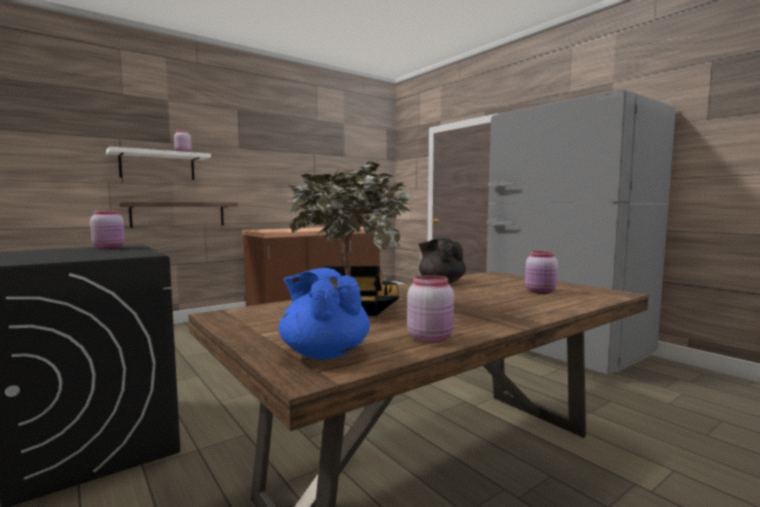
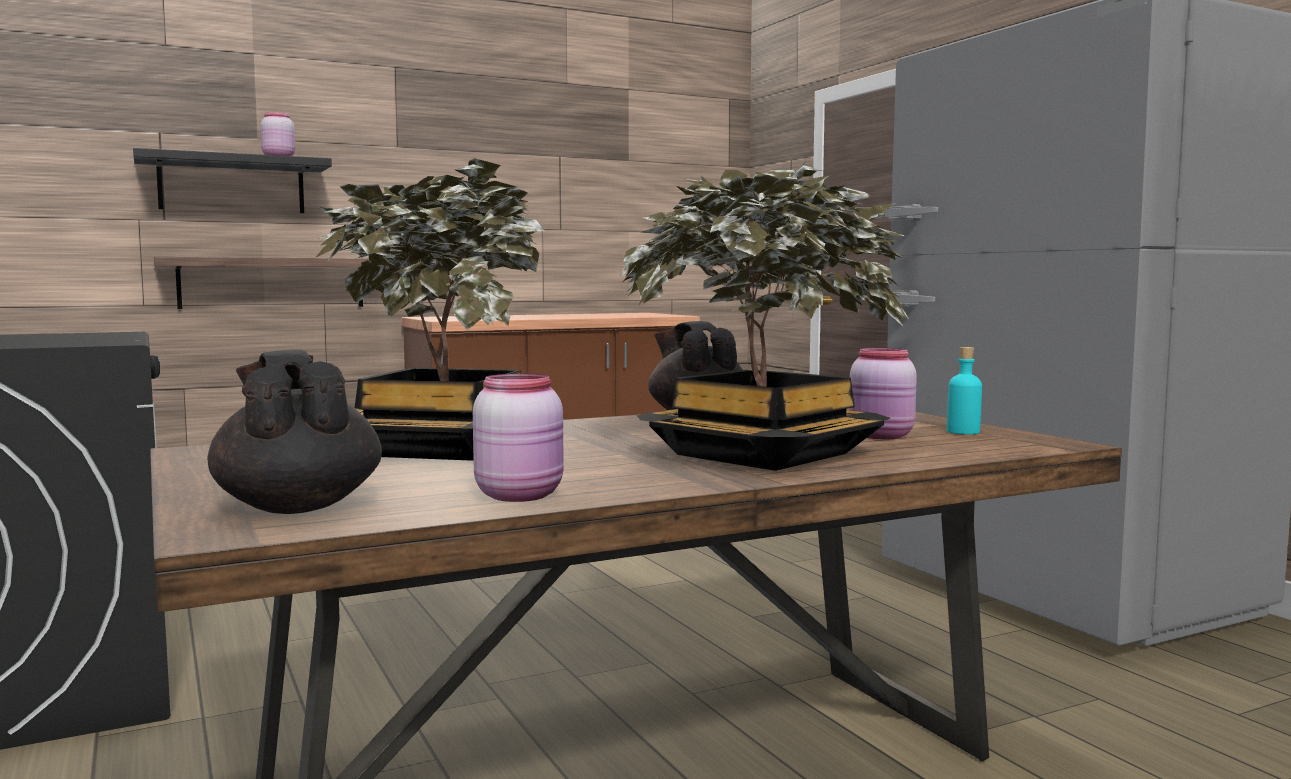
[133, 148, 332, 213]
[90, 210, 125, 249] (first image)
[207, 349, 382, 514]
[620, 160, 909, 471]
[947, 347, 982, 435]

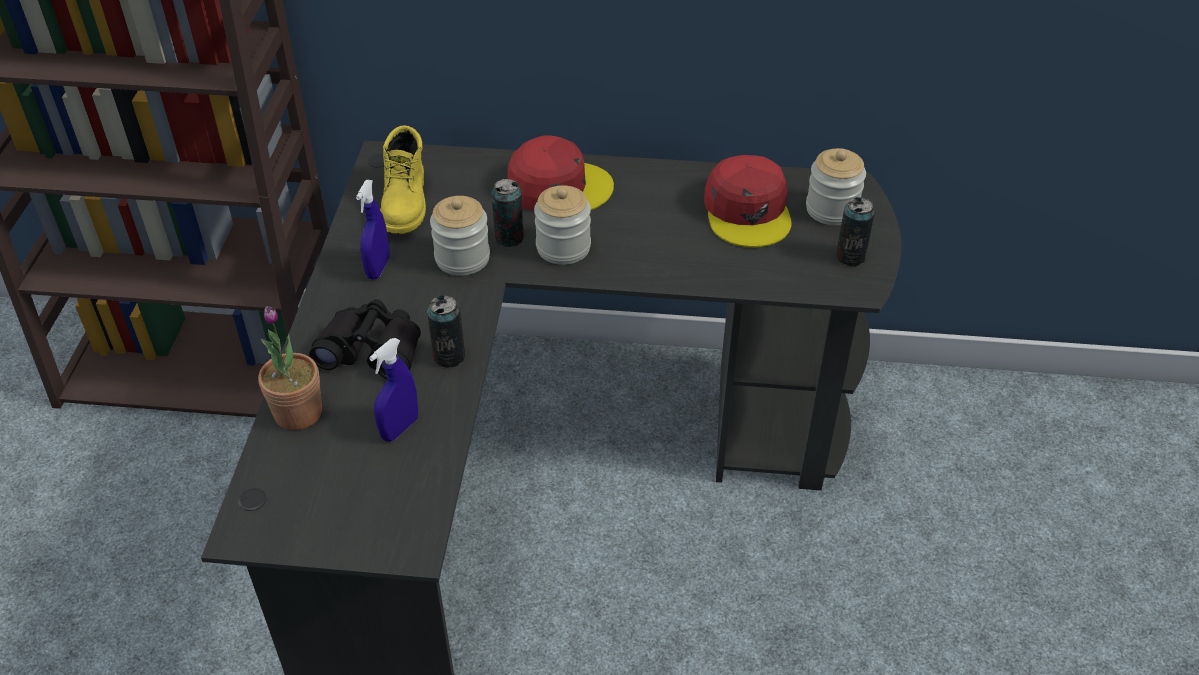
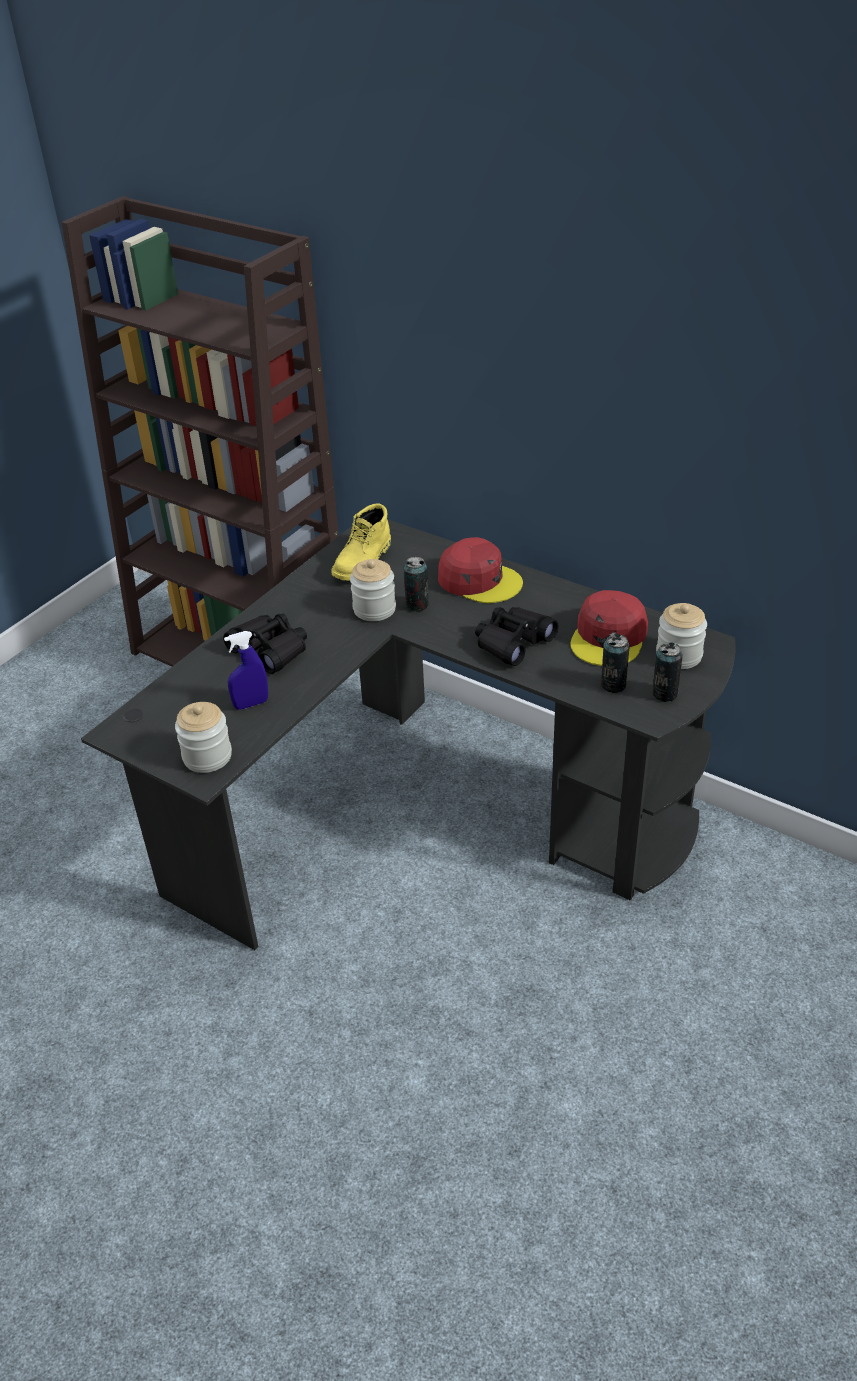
[356, 180, 390, 279] (first image)
[175, 702, 232, 773]
[601, 634, 630, 693]
[258, 306, 322, 430] (first image)
[475, 607, 558, 666]

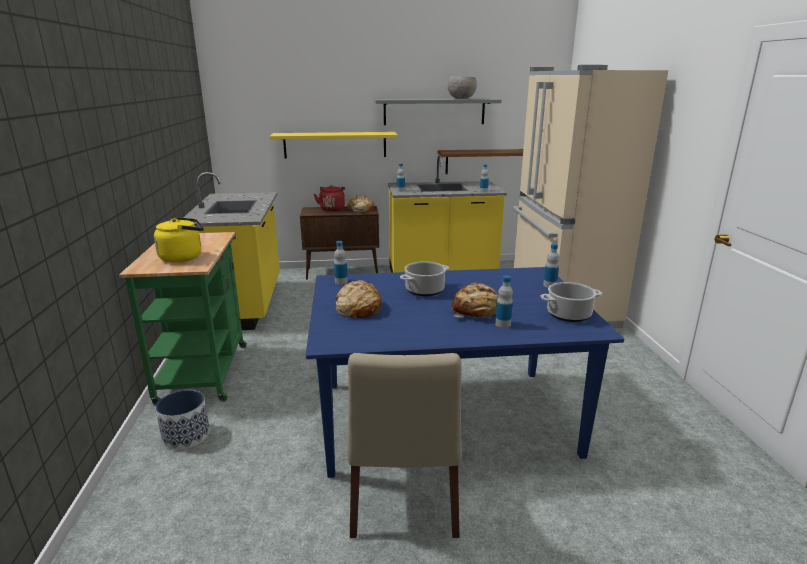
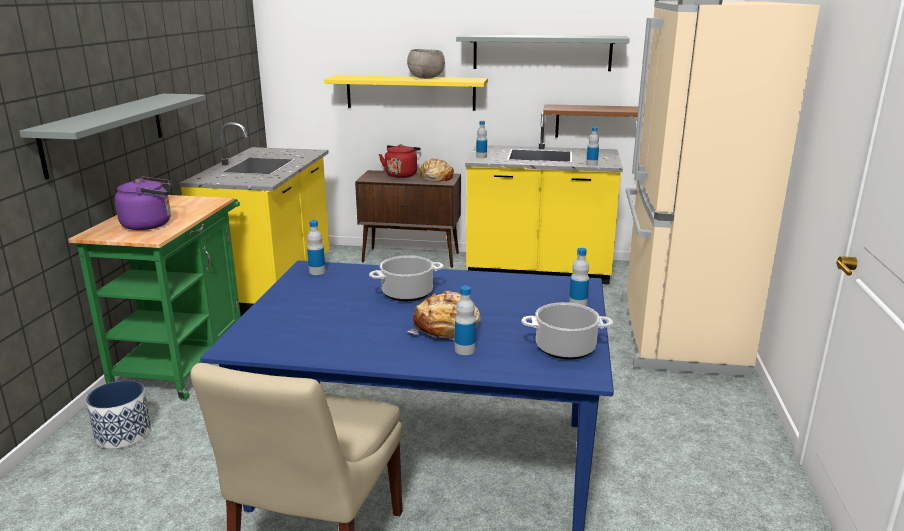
[407, 49, 445, 79]
[115, 176, 172, 230]
[336, 280, 381, 318] (first image)
[19, 94, 206, 179]

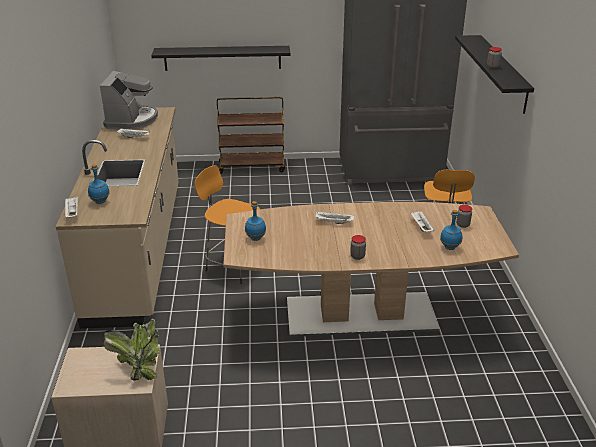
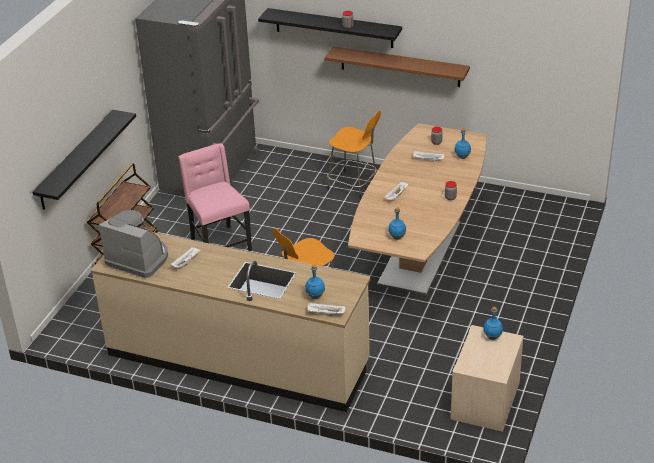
[483, 307, 503, 340]
[324, 46, 470, 87]
[178, 143, 252, 251]

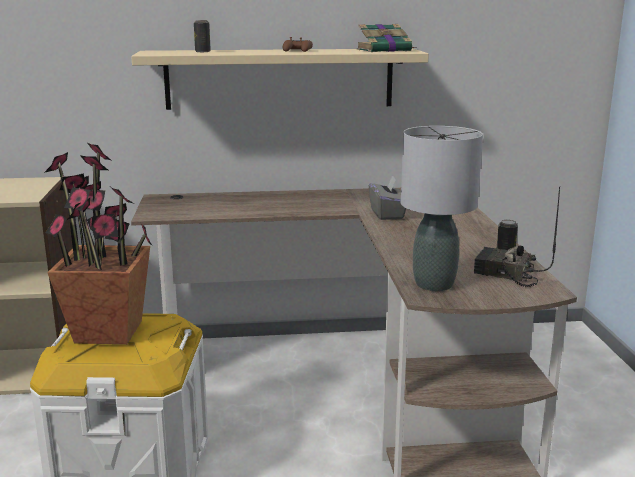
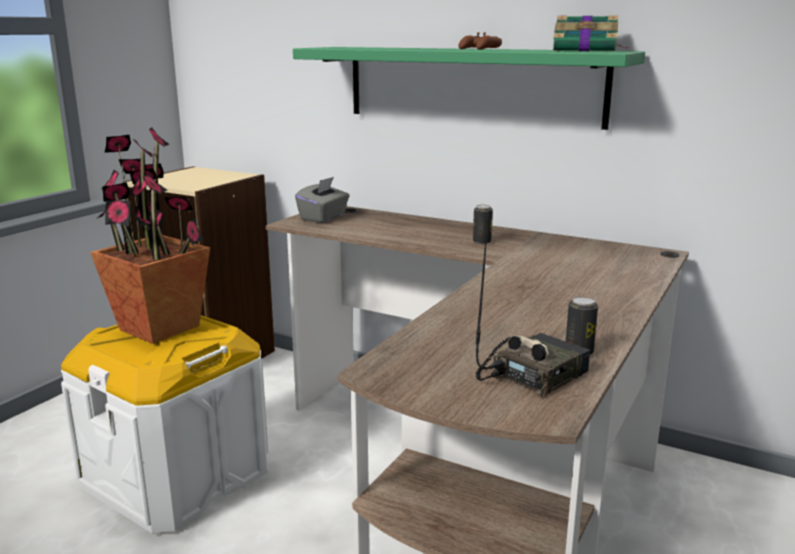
[473, 205, 493, 244]
[293, 47, 645, 130]
[401, 126, 483, 291] (first image)
[295, 177, 350, 223]
[476, 242, 590, 397]

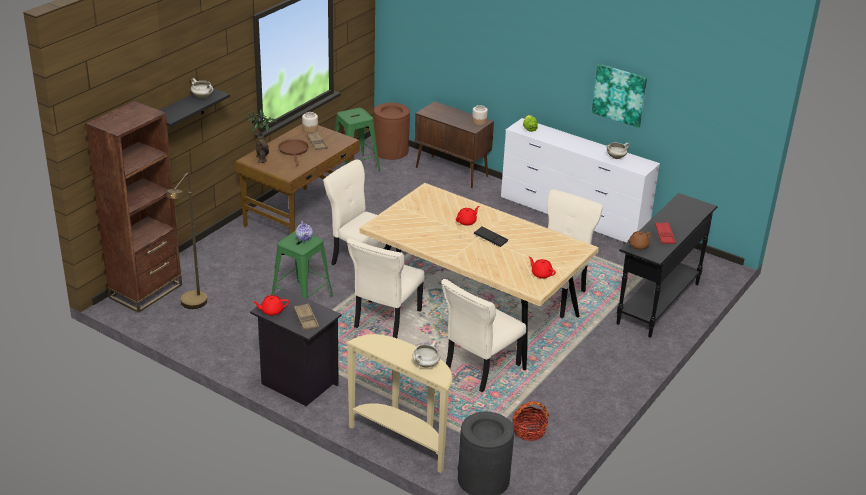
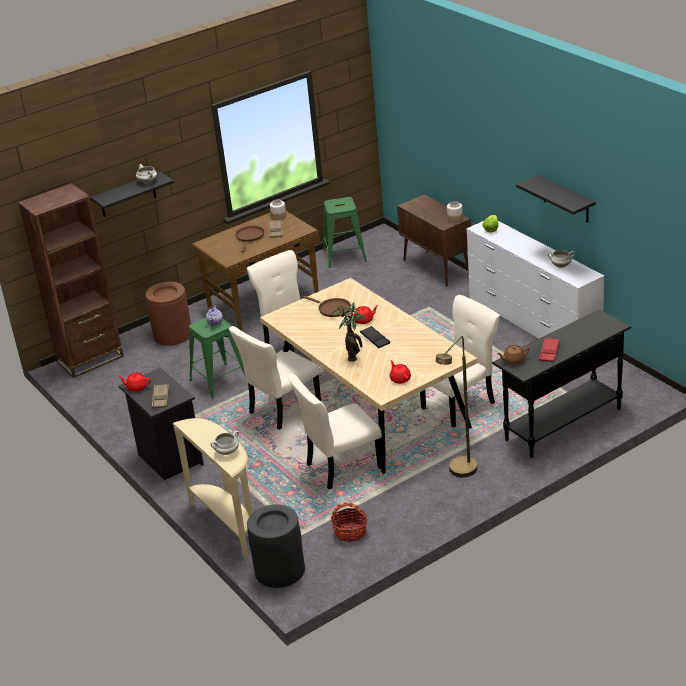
[516, 175, 596, 223]
[145, 282, 191, 346]
[332, 302, 365, 362]
[436, 336, 477, 477]
[303, 296, 351, 317]

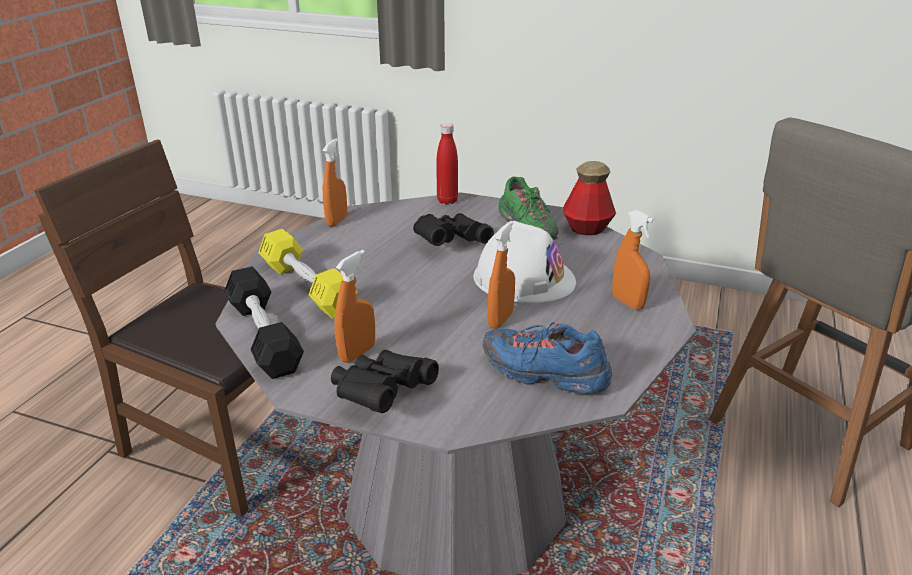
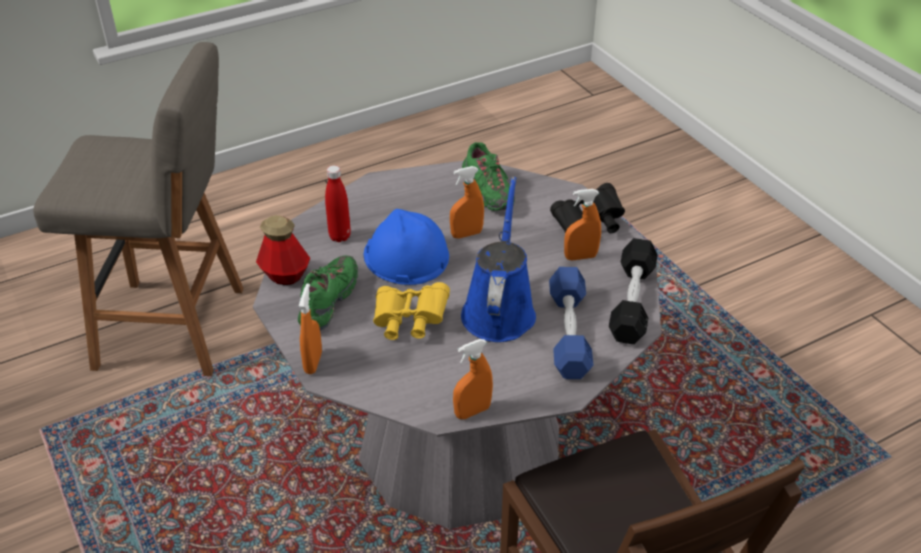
[325, 165, 351, 242]
[299, 283, 322, 374]
[373, 282, 450, 340]
[364, 209, 449, 285]
[549, 267, 593, 379]
[462, 142, 515, 211]
[461, 177, 536, 342]

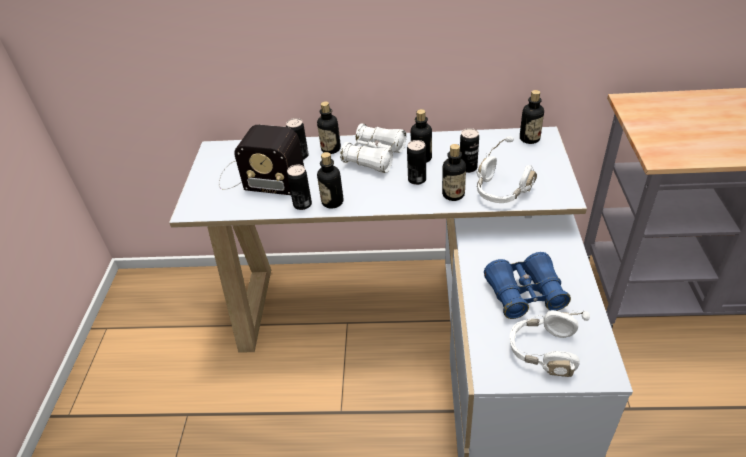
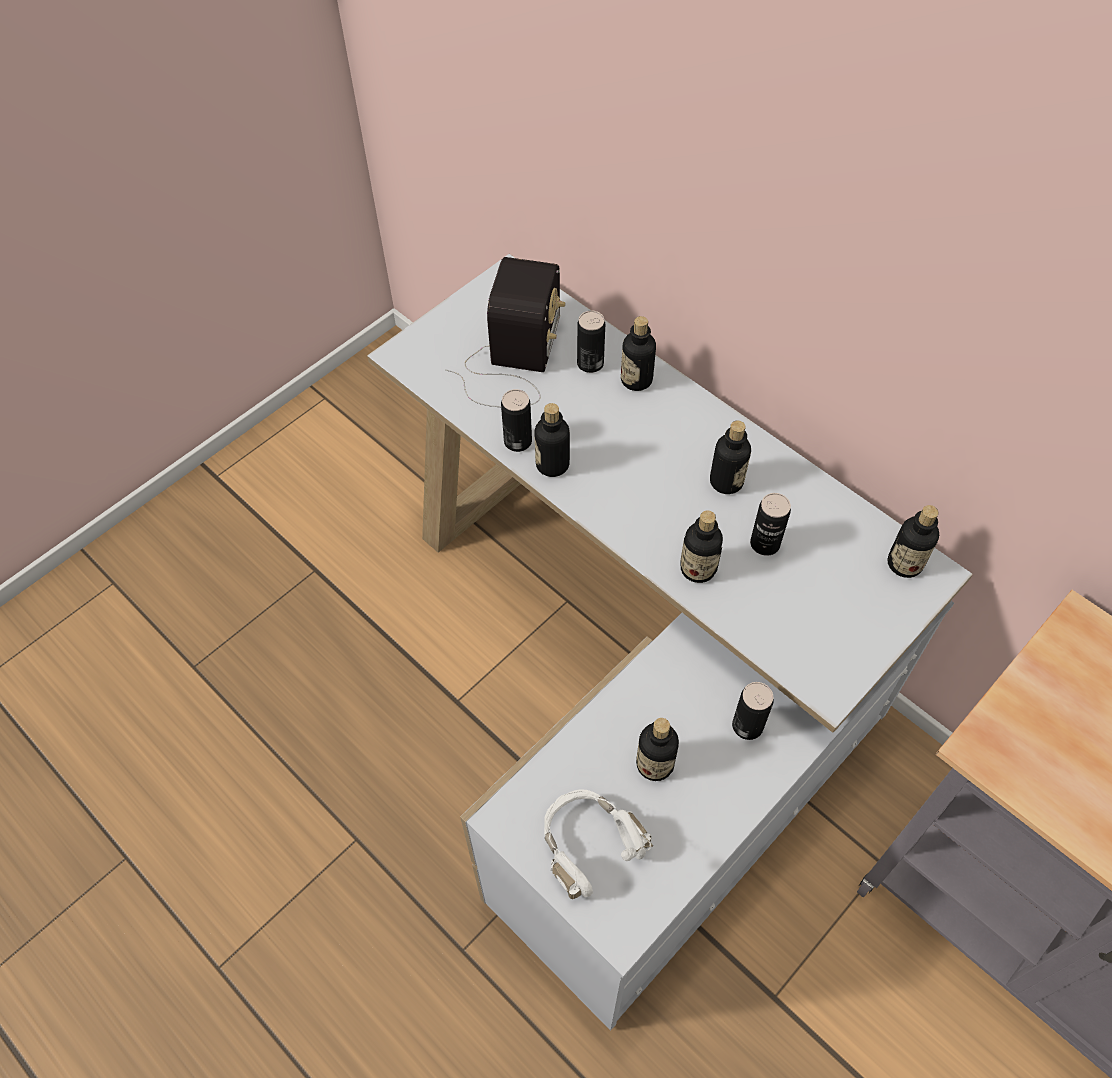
[340, 123, 406, 173] (first image)
[445, 257, 566, 407]
[476, 136, 537, 203] (first image)
[732, 682, 774, 740]
[636, 718, 679, 781]

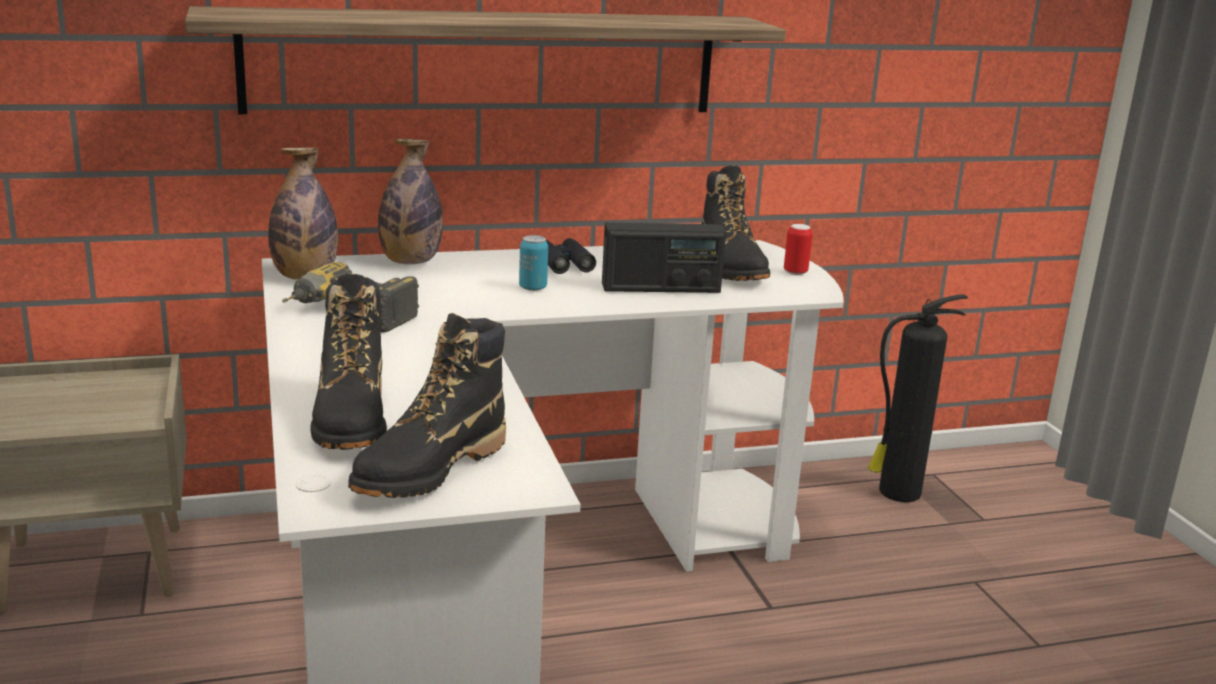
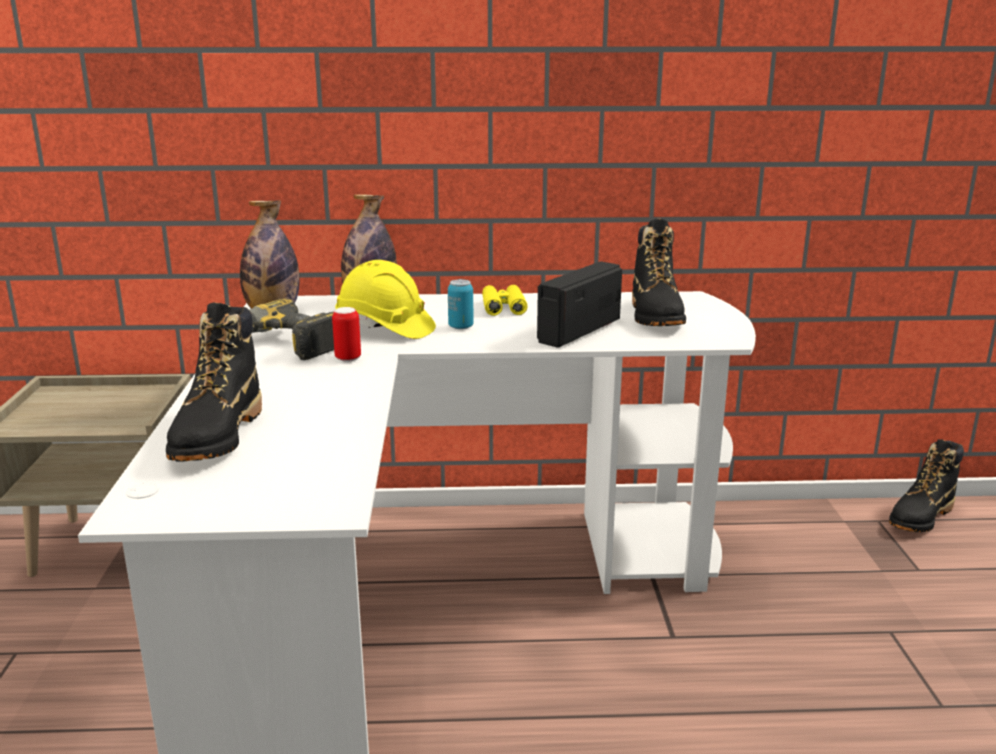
[185, 6, 786, 114] (first image)
[537, 261, 622, 348]
[332, 307, 361, 362]
[482, 285, 528, 316]
[868, 294, 968, 502] (first image)
[889, 439, 964, 532]
[335, 260, 436, 339]

